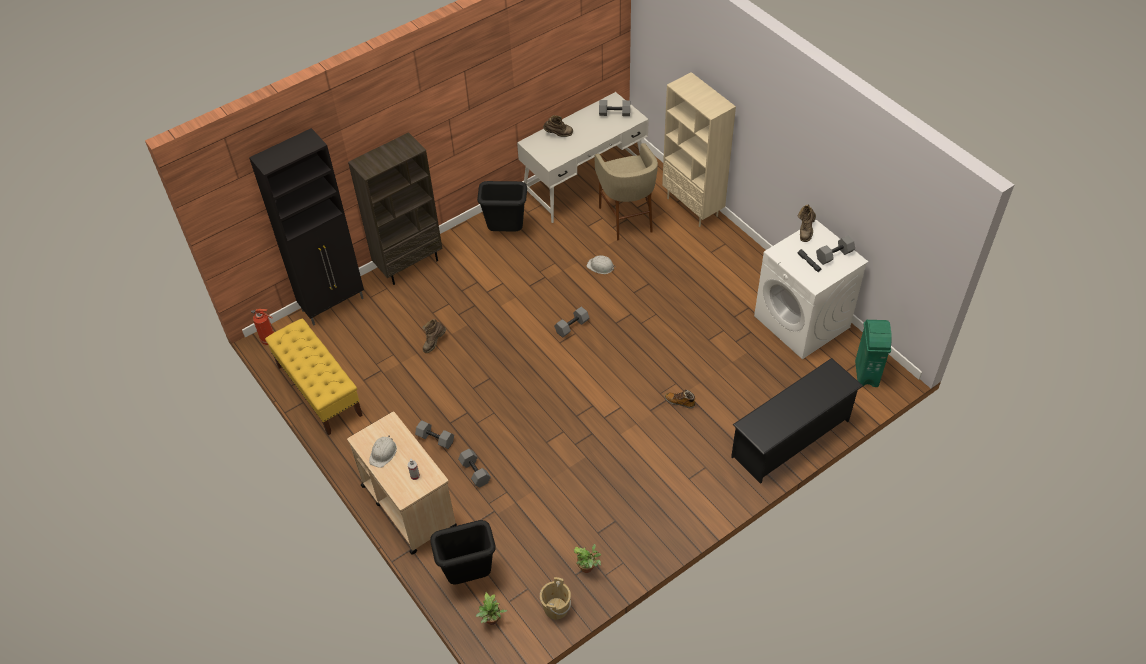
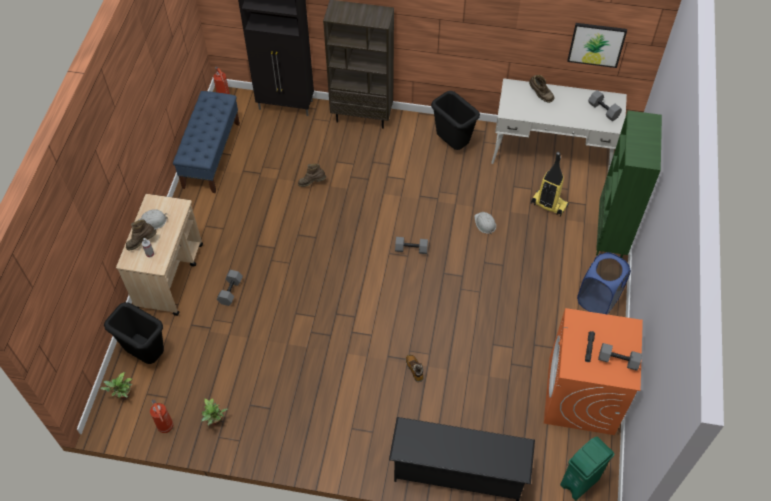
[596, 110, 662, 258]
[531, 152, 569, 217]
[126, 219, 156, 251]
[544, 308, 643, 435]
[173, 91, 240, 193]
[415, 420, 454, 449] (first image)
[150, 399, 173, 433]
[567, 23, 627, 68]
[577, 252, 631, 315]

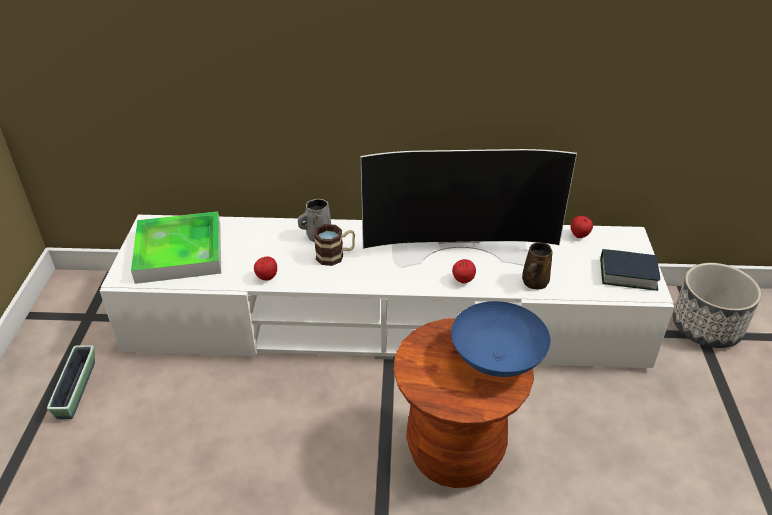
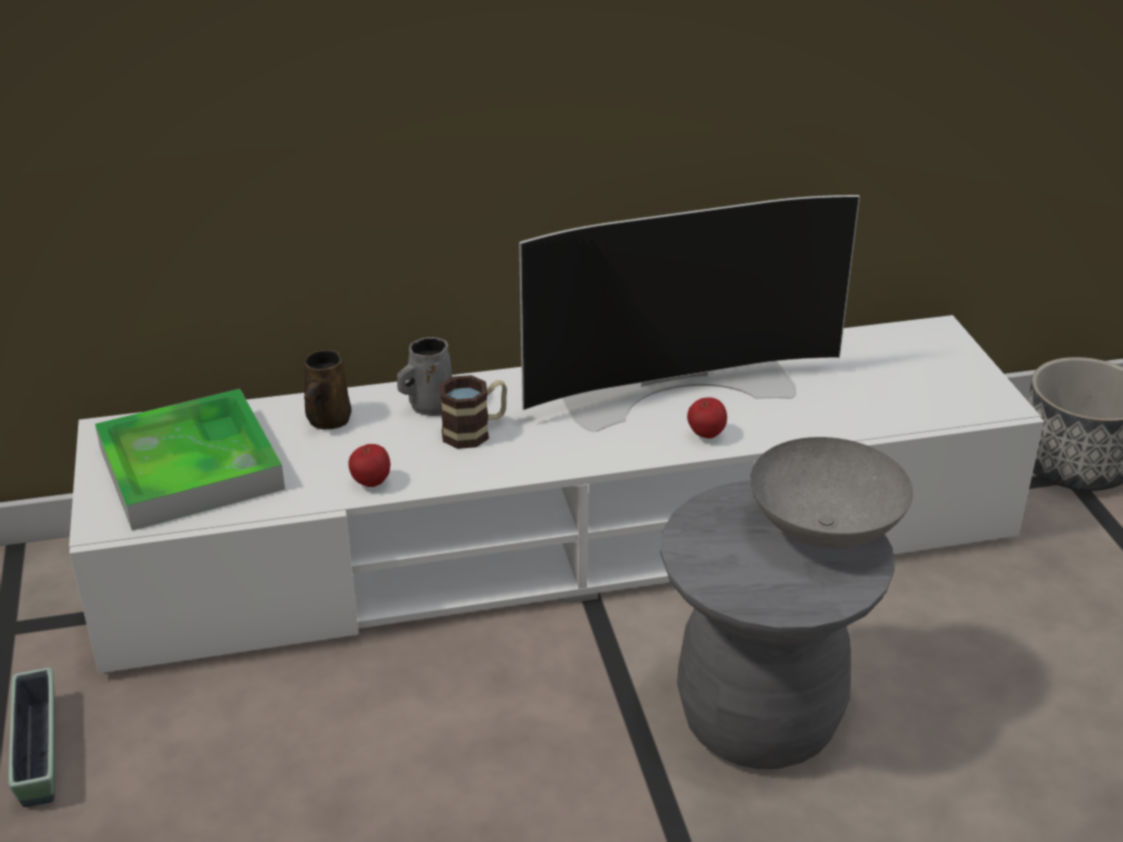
[571, 216, 593, 238] (first image)
[304, 350, 351, 430]
[600, 249, 660, 291] (first image)
[750, 437, 913, 549]
[661, 480, 895, 769]

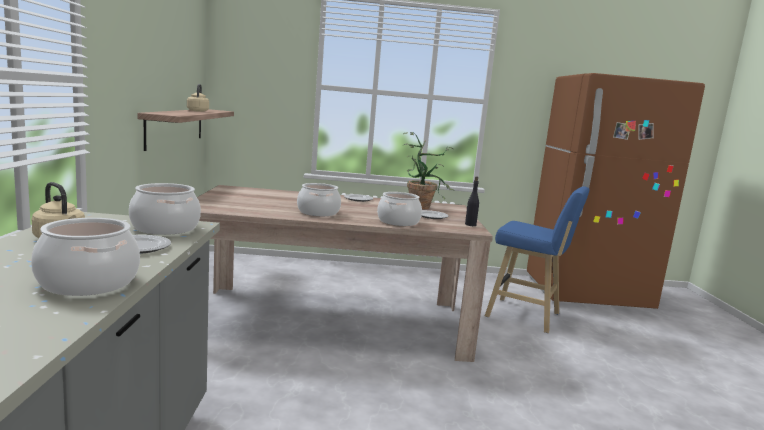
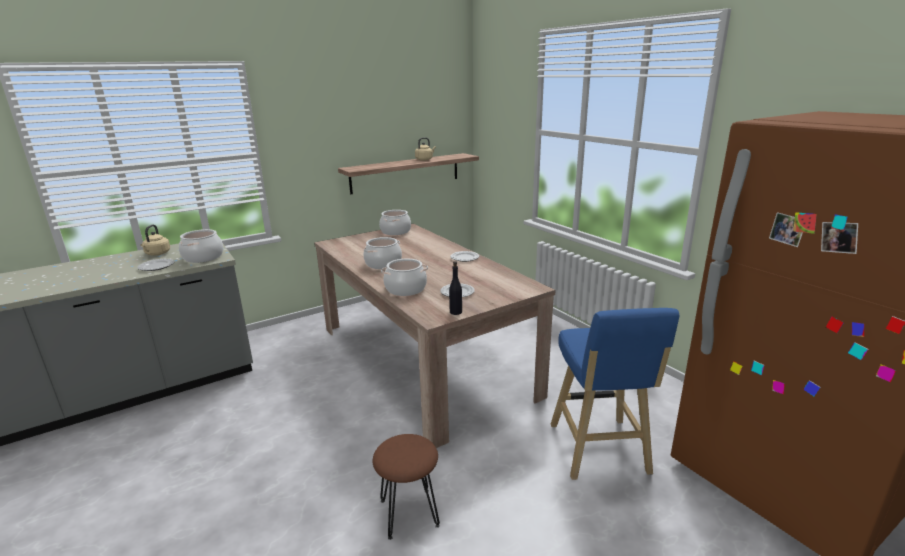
[403, 132, 453, 209] (first image)
[379, 210, 411, 235]
[373, 434, 440, 540]

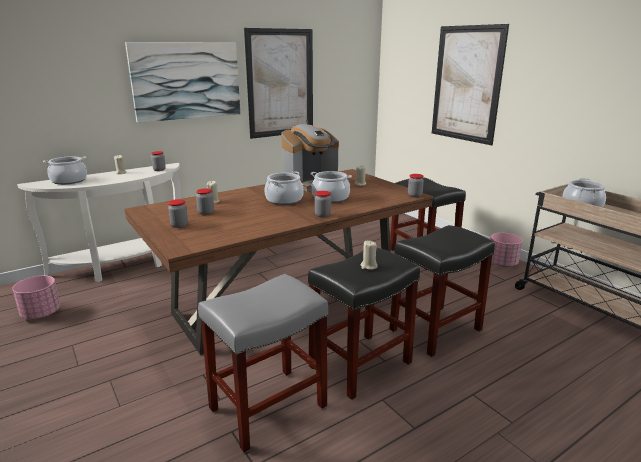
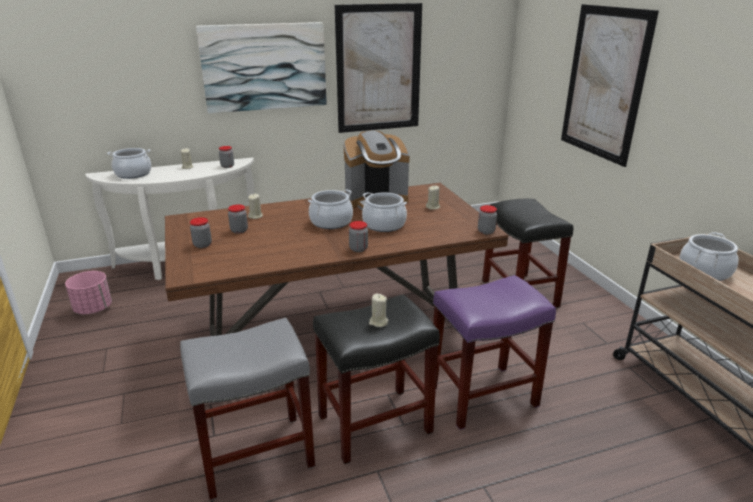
[433, 275, 556, 430]
[490, 233, 523, 267] (first image)

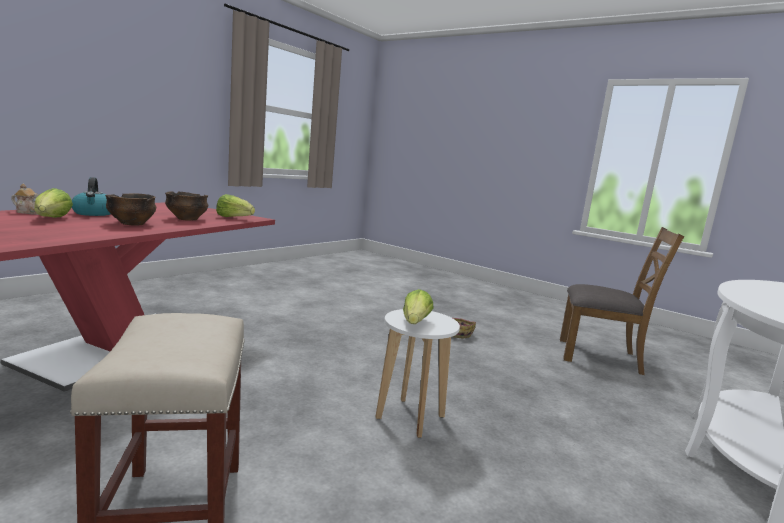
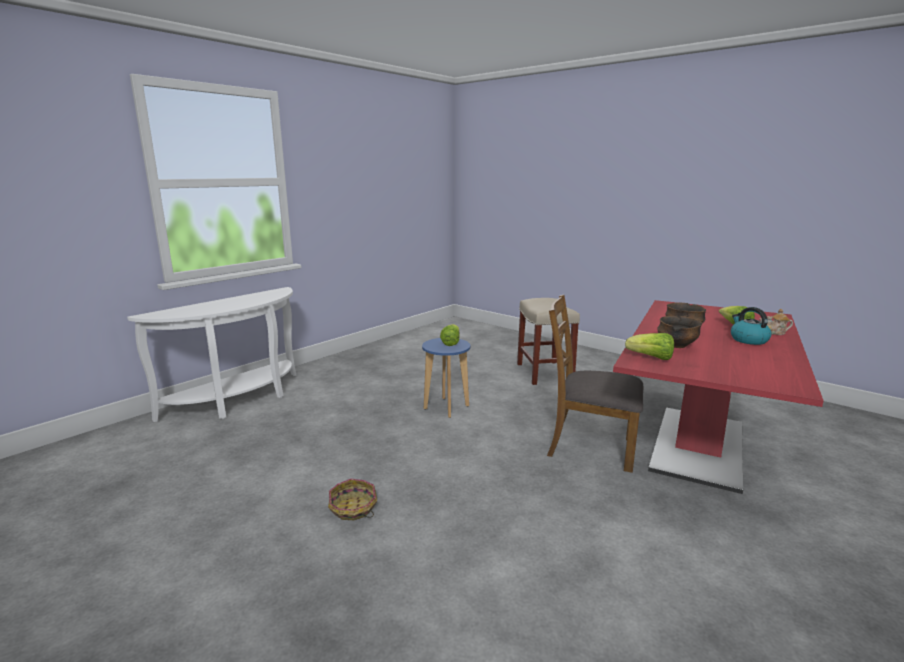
[547, 295, 644, 473]
[422, 338, 470, 418]

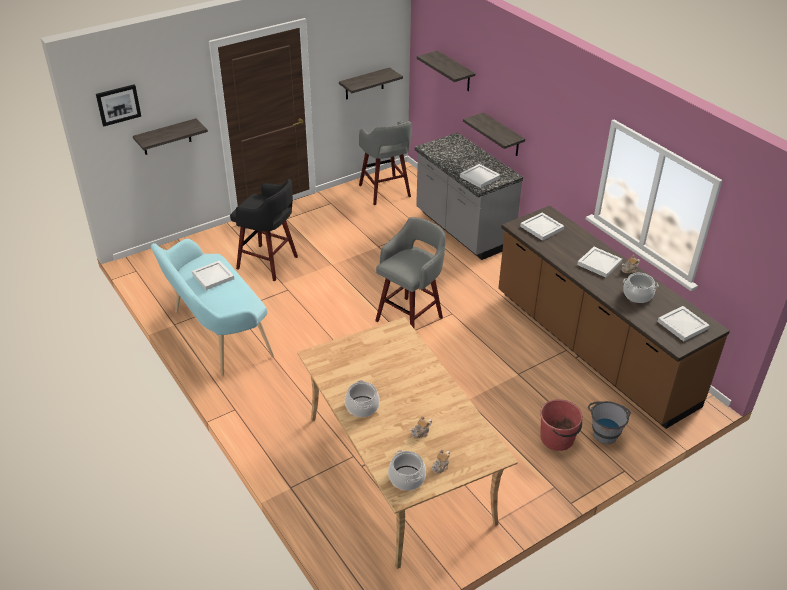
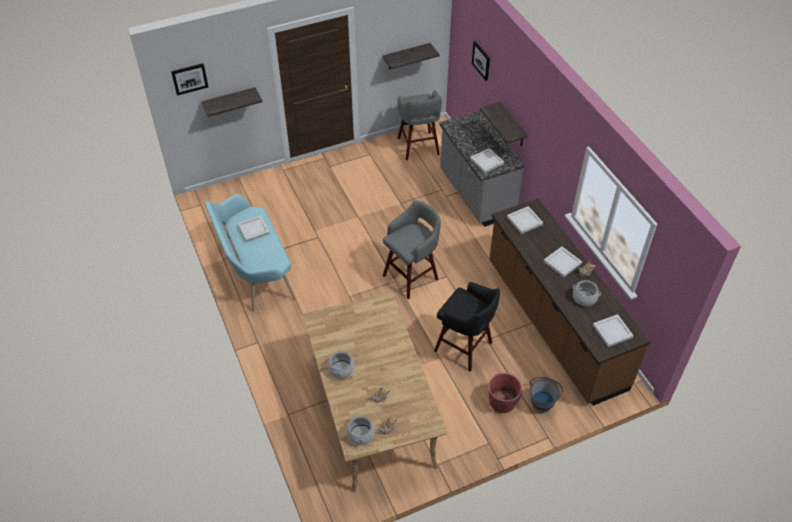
[472, 41, 490, 81]
[434, 282, 500, 372]

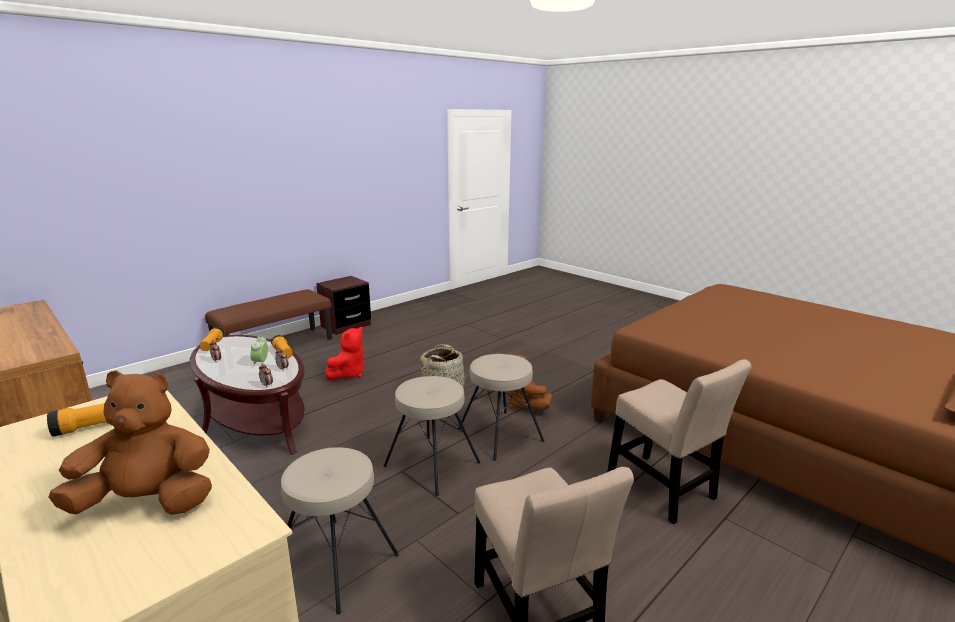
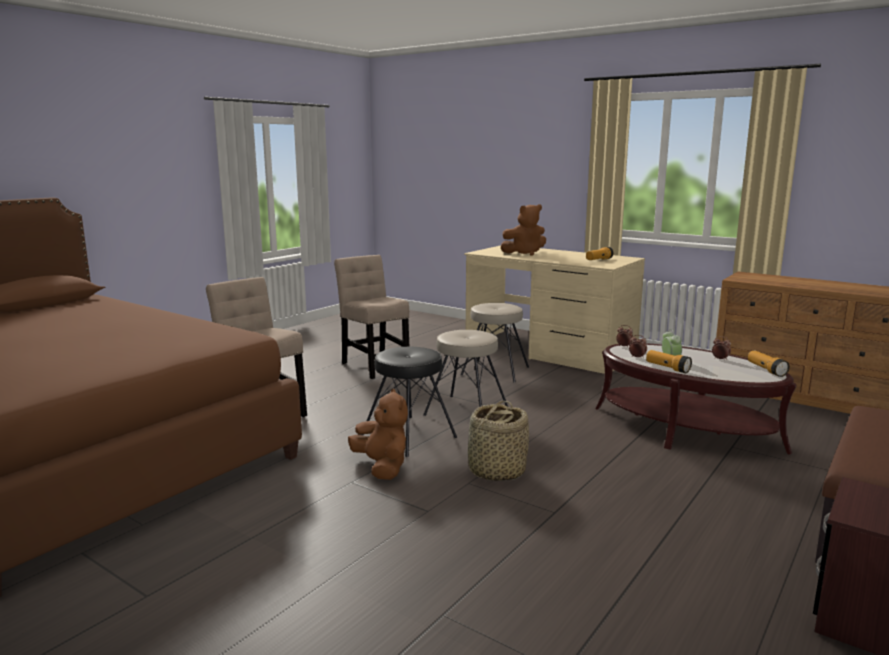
[325, 327, 364, 380] (first image)
[361, 347, 457, 457]

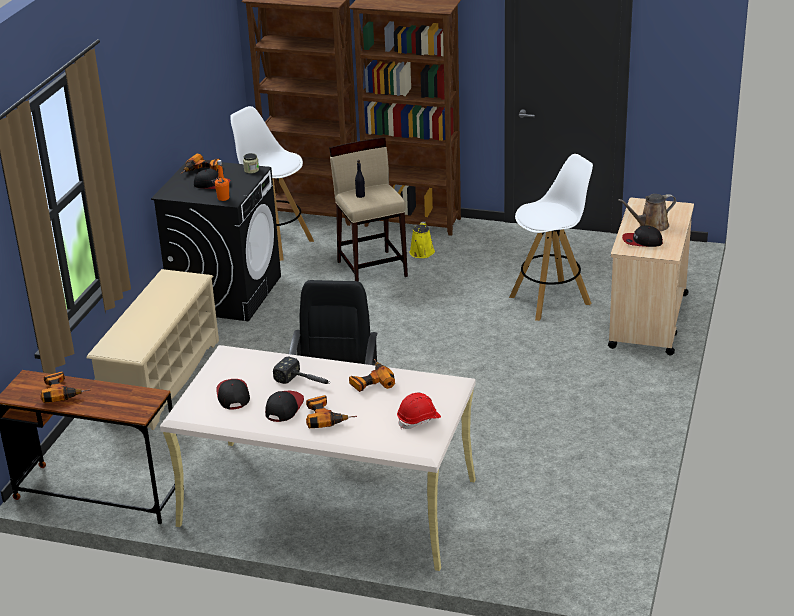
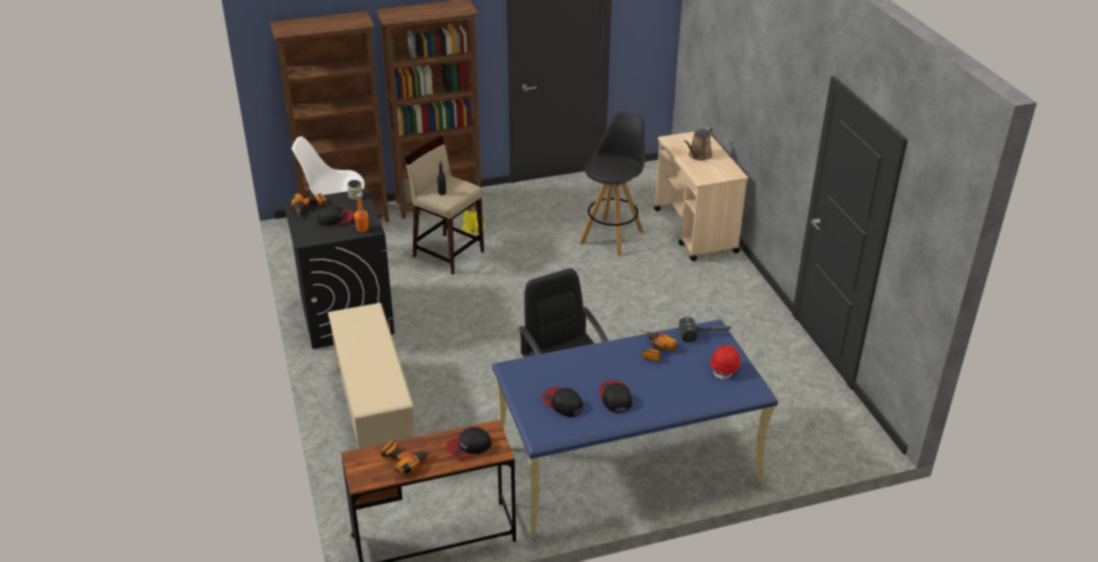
[579, 112, 645, 257]
[446, 427, 492, 458]
[492, 319, 778, 538]
[679, 317, 733, 342]
[306, 395, 357, 428] (first image)

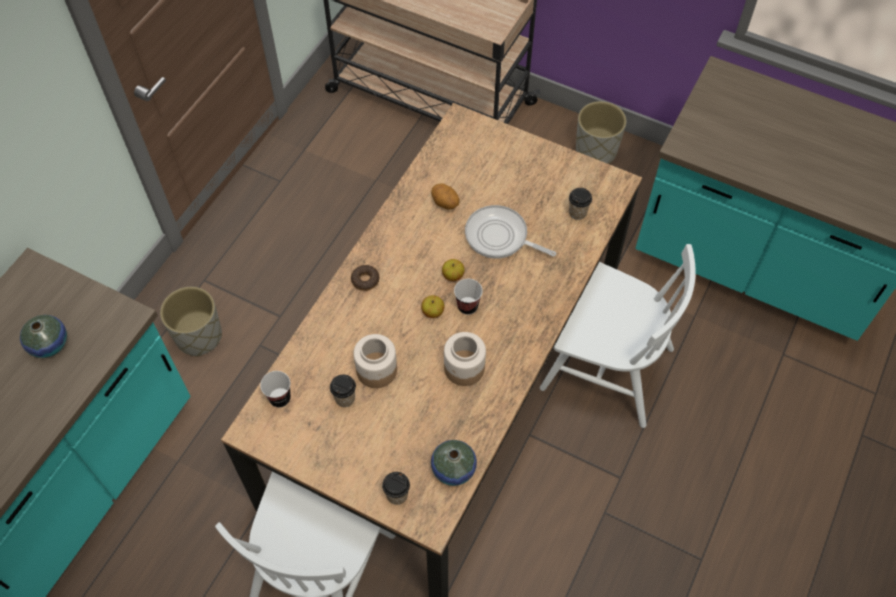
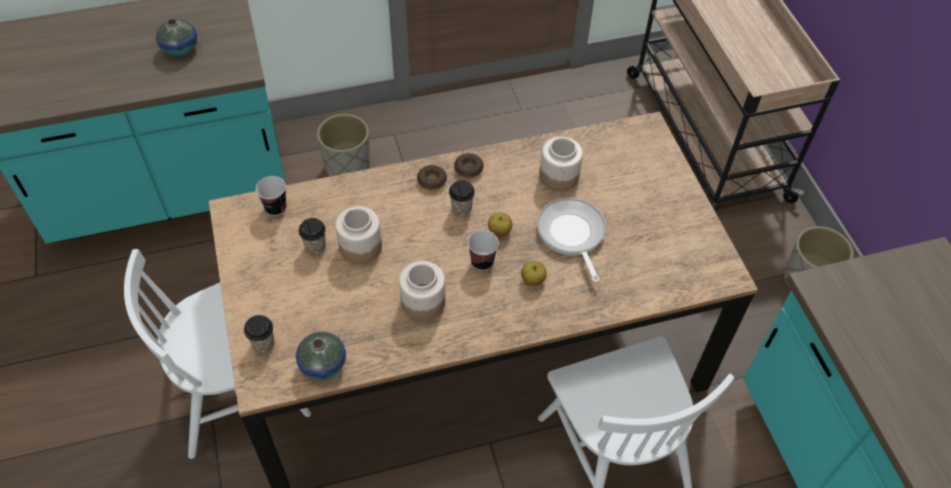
[539, 137, 583, 192]
[449, 180, 475, 216]
[521, 261, 547, 286]
[454, 153, 483, 178]

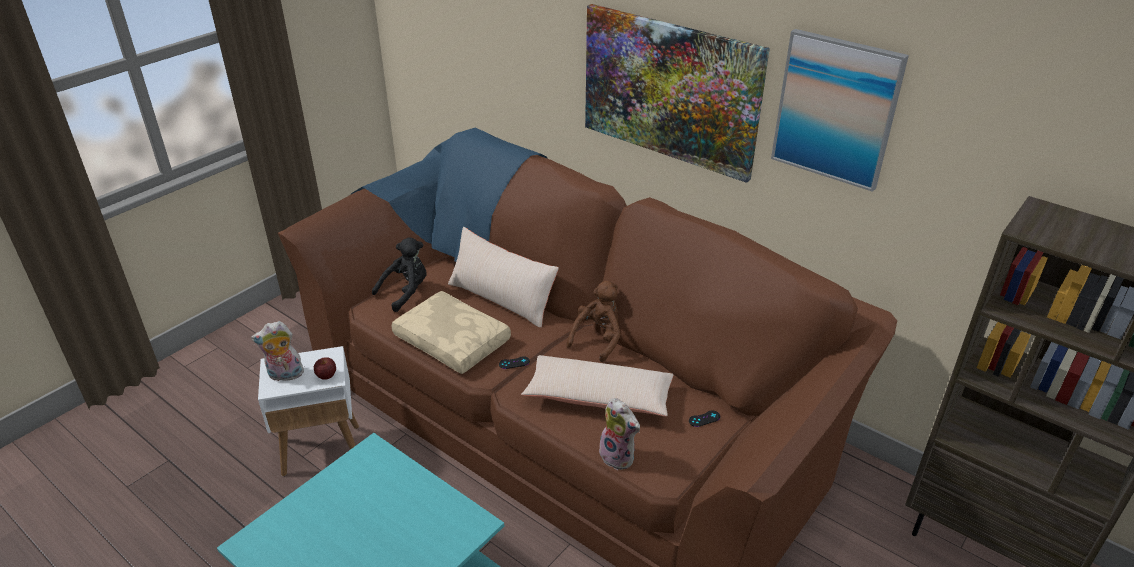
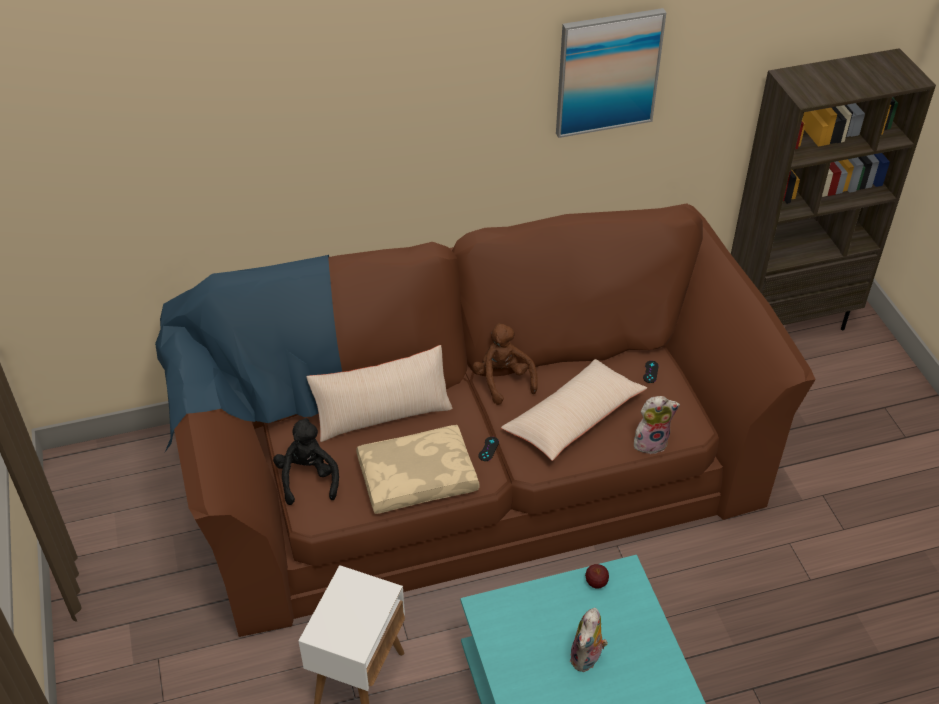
[585, 4, 770, 183] (first image)
[570, 608, 608, 672]
[585, 564, 609, 589]

